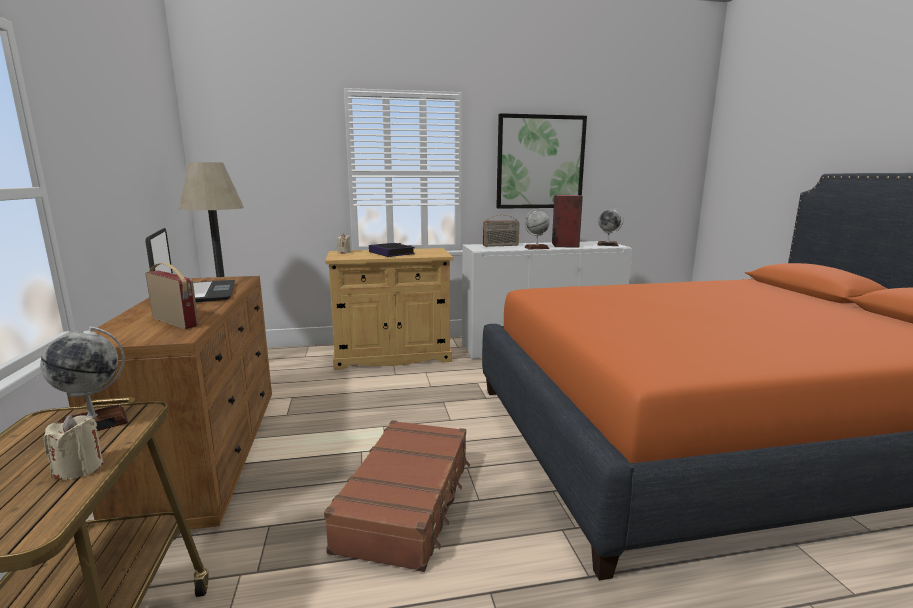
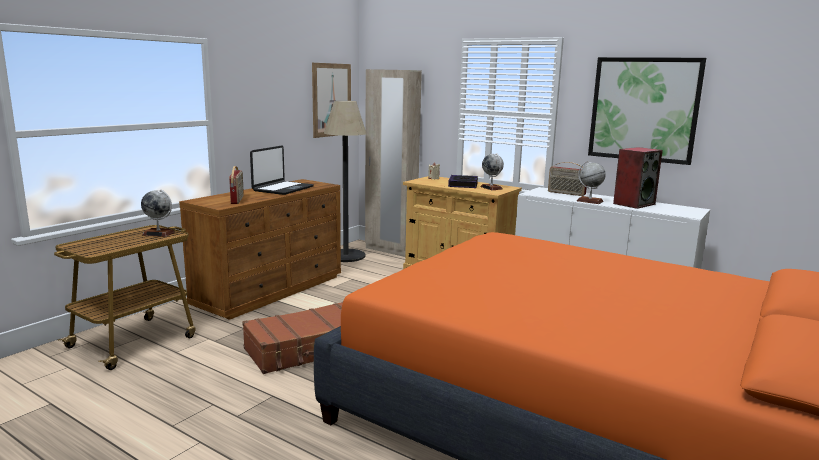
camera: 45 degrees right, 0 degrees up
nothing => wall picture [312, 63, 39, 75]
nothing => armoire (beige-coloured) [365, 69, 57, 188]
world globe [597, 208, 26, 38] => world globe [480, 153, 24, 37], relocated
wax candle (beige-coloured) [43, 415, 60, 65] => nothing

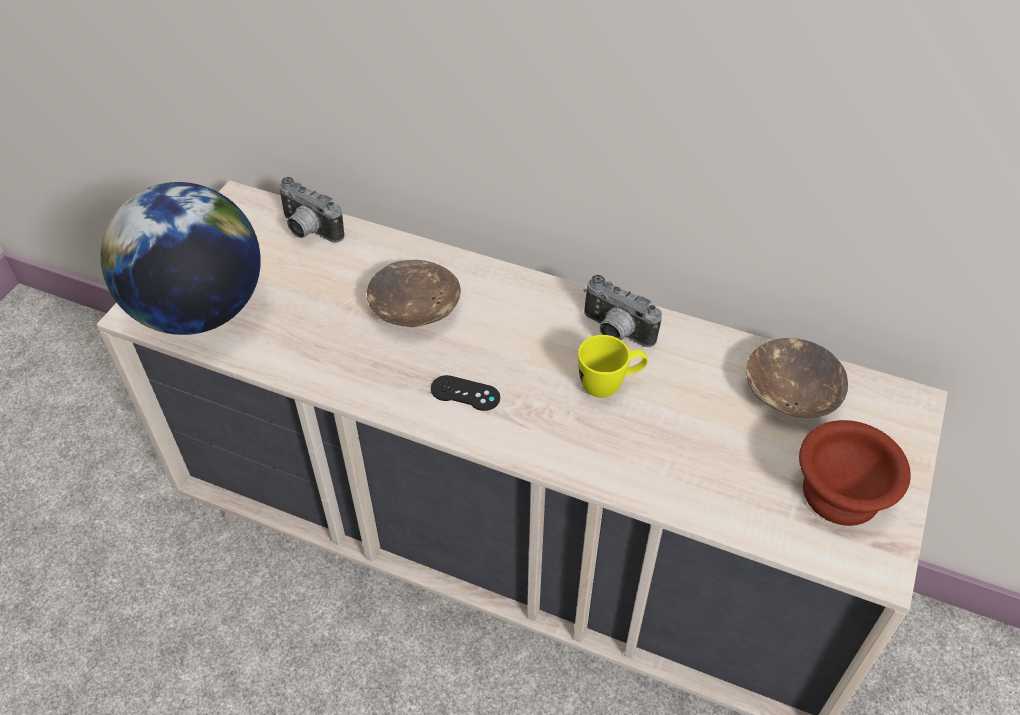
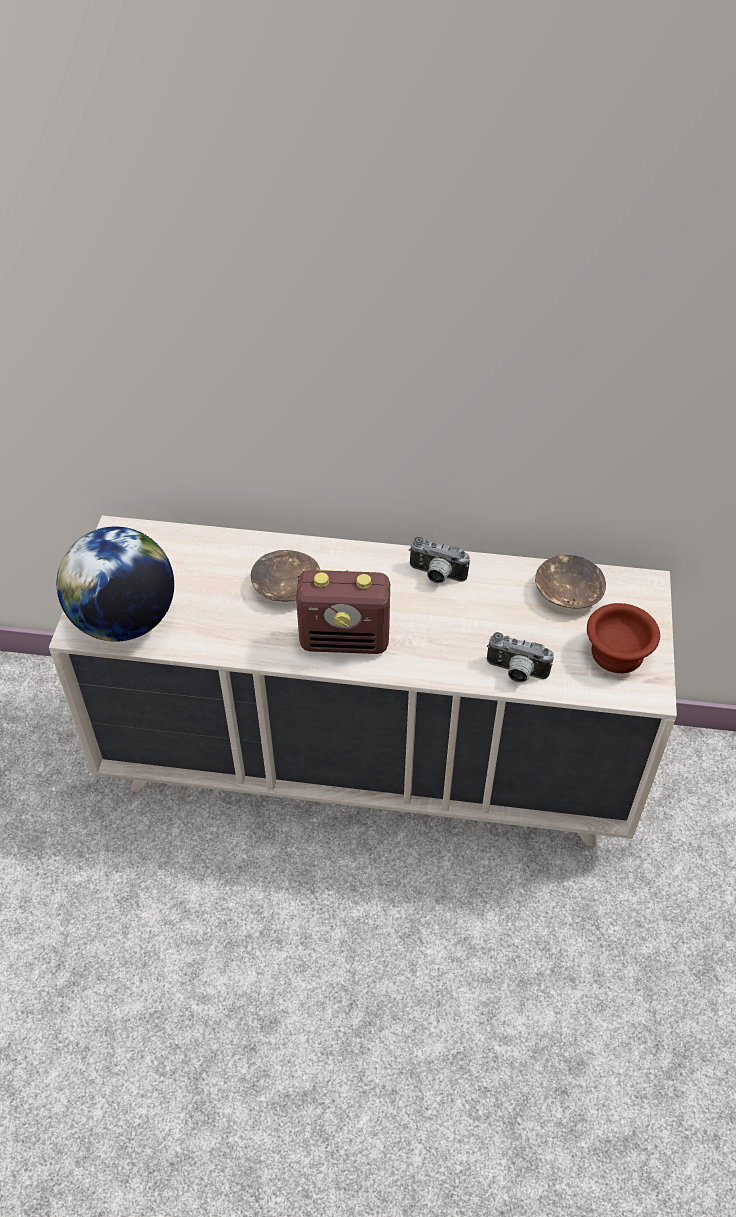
camera: 15 degrees left, 0 degrees up
gamepad (black) [431, 375, 69, 36] => radio receiver [296, 570, 94, 84]
still camera [278, 177, 66, 66] => still camera [487, 632, 67, 51], relocated
coffee mug (yellowish) [578, 335, 70, 63] => nothing

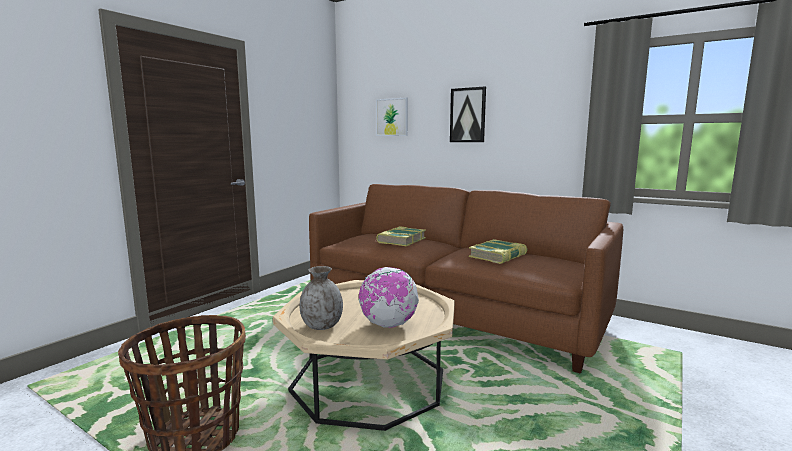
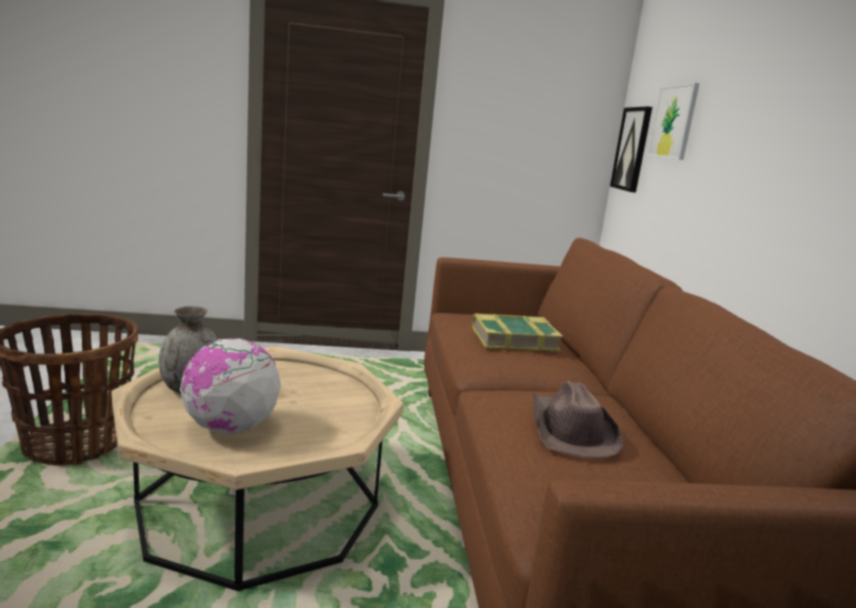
camera: 50 degrees right, 5 degrees up
volume [469, 239, 58, 25] => hat (brown-coloured) [533, 381, 90, 78]
wall picture [450, 87, 36, 55] => wall picture [610, 107, 42, 86], relocated

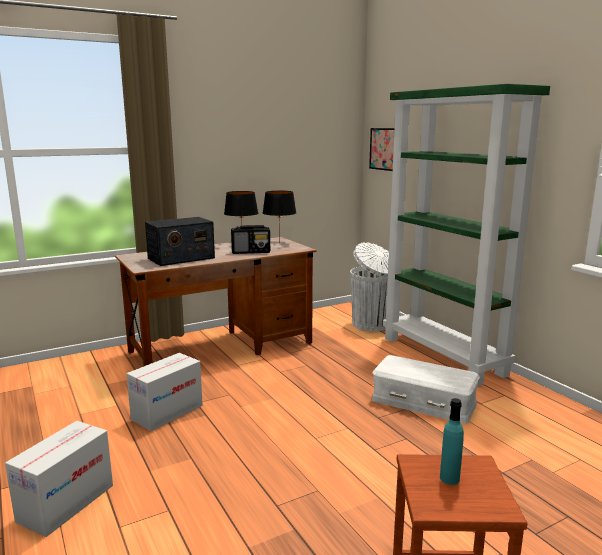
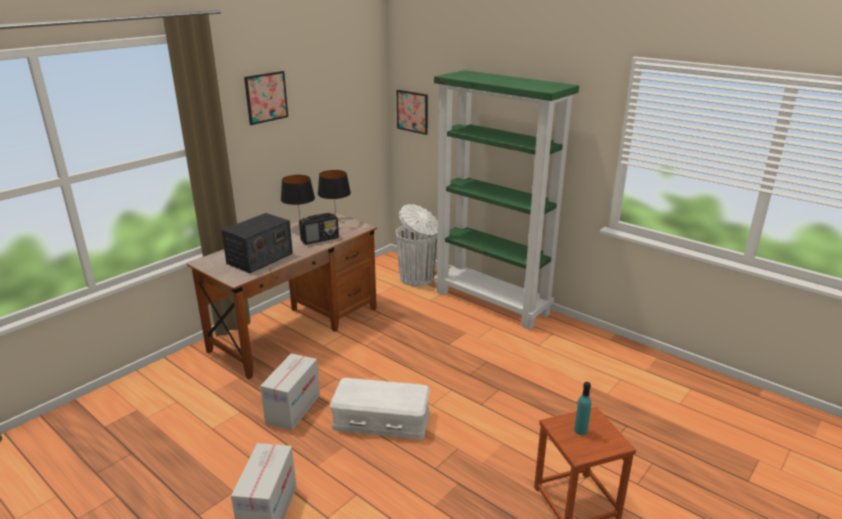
camera: 20 degrees left, 10 degrees up
nothing => wall picture [244, 71, 44, 54]
storage box (whitish) [372, 355, 108, 69] => storage box (whitish) [330, 378, 100, 61], relocated

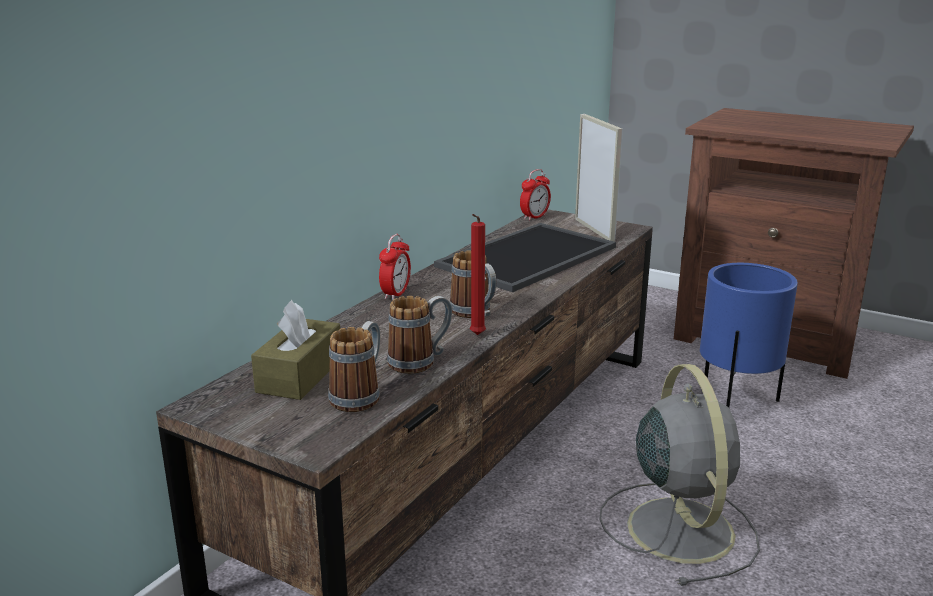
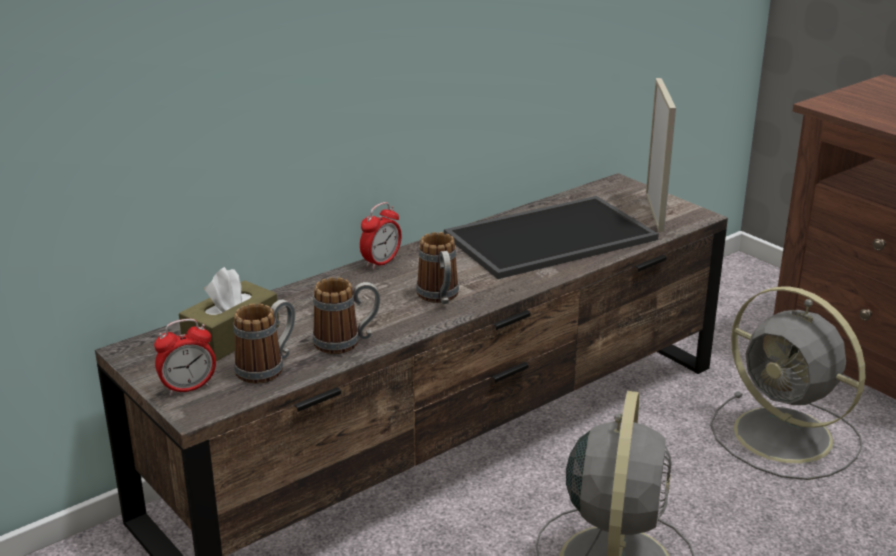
camera: 20 degrees right, 5 degrees up
table clock [520, 169, 31, 52] => table clock [154, 319, 62, 77], relocated
flower pot (blue-coloured) [700, 263, 98, 145] => cooling fan (gray) [710, 286, 155, 194]
wax candle (reddish) [470, 214, 16, 121] => nothing

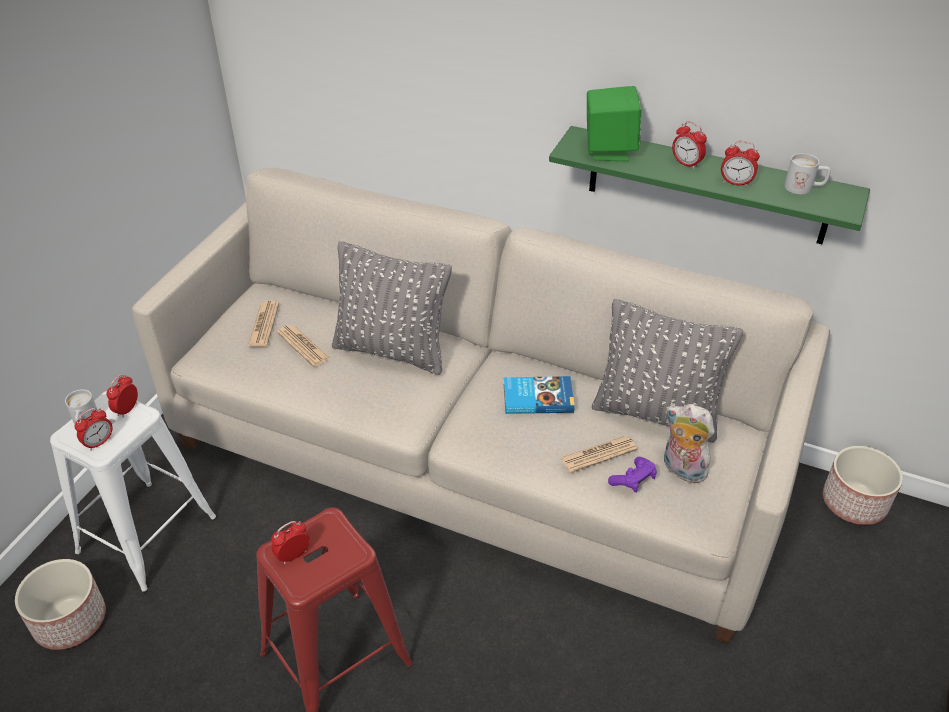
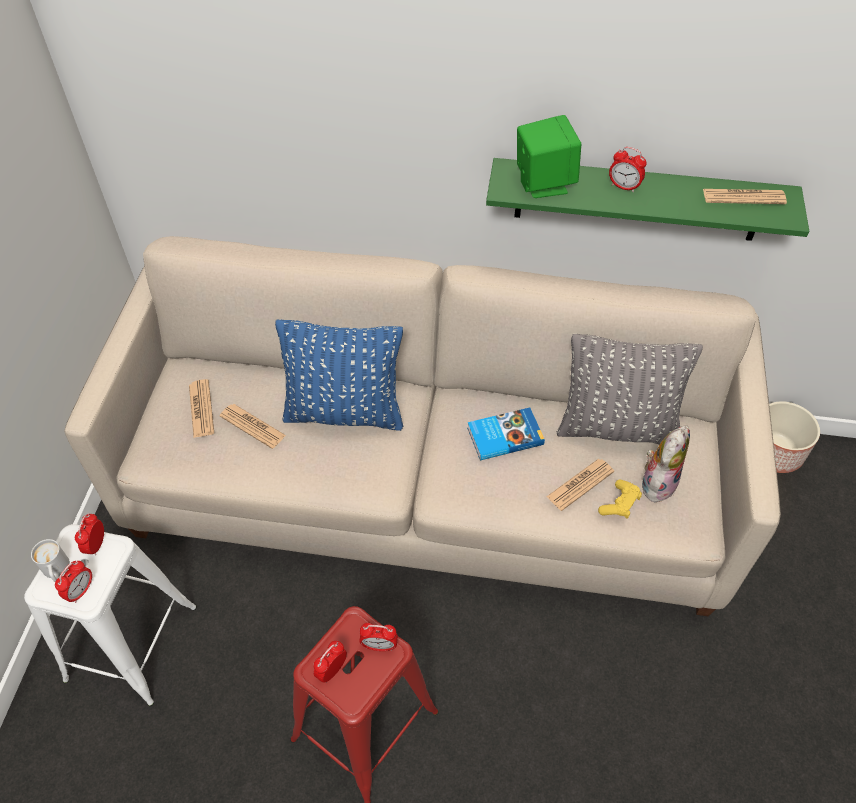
camera: 15 degrees left, 10 degrees up
cushion (gray) [332, 241, 120, 134] => cushion (blue-coloured) [275, 319, 128, 112]
table clock [721, 141, 39, 46] => table clock [359, 623, 39, 28], relocated
gamepad (purple) [608, 457, 49, 36] => gamepad (yellowish) [598, 480, 44, 39]
cuddly toy [664, 404, 51, 79] => cuddly toy [642, 425, 48, 77], 105 degrees clockwise
coffee mug (whitish) [784, 153, 47, 42] => printed paper [703, 189, 84, 15]
flower pot [15, 559, 91, 91] => nothing

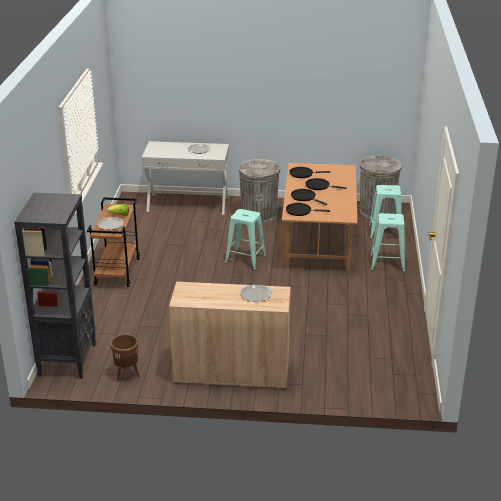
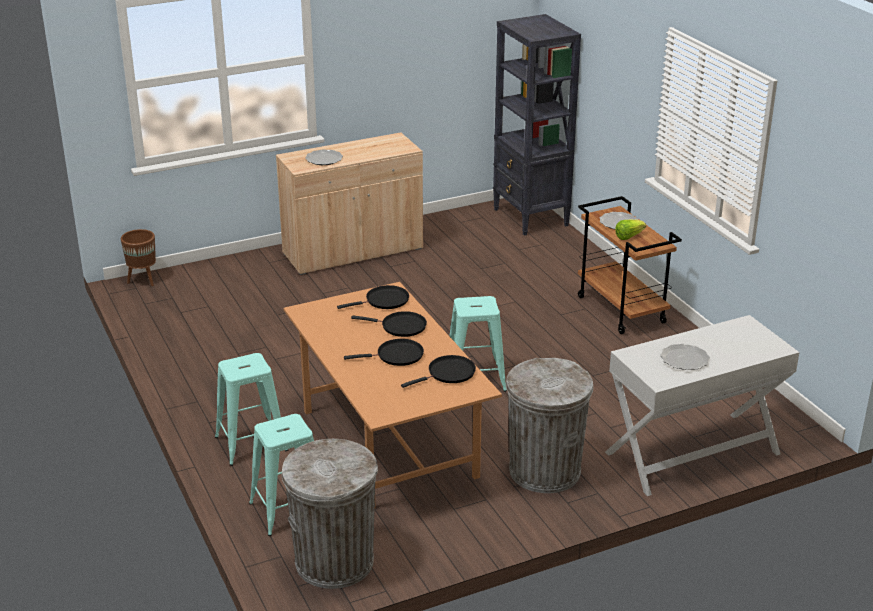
camera: 150 degrees right, 0 degrees up
flower pot (brown-coloured) [110, 334, 30, 48] => flower pot (brown-coloured) [121, 229, 35, 57], relocated

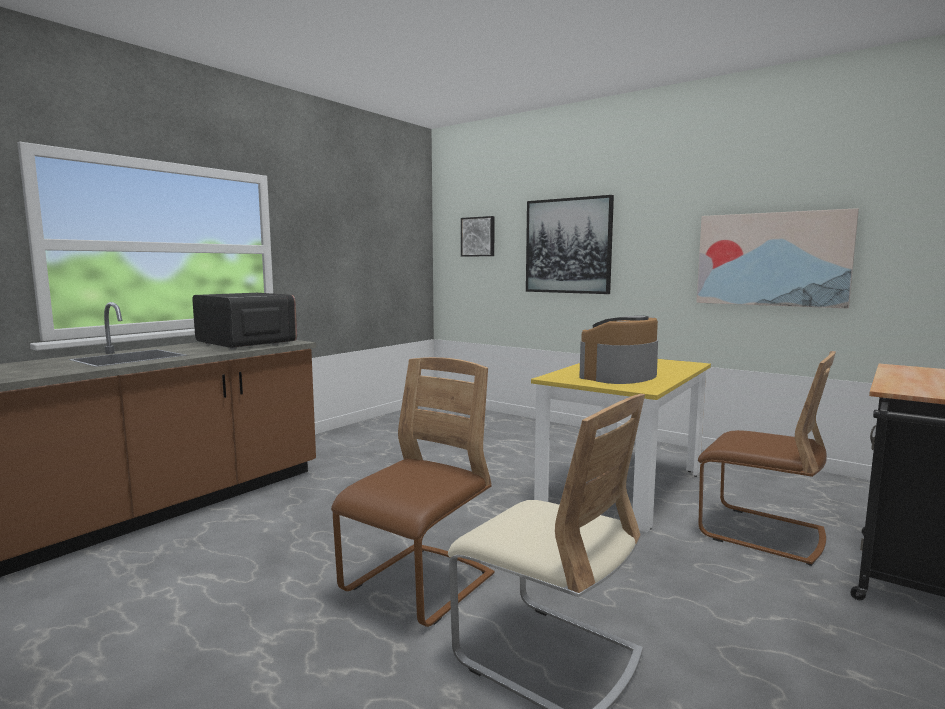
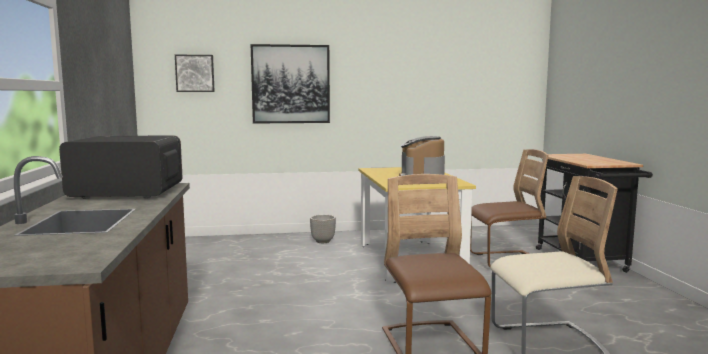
camera: 45 degrees left, 0 degrees up
nothing => flower pot [310, 215, 26, 28]
wall picture [696, 208, 163, 100] => nothing

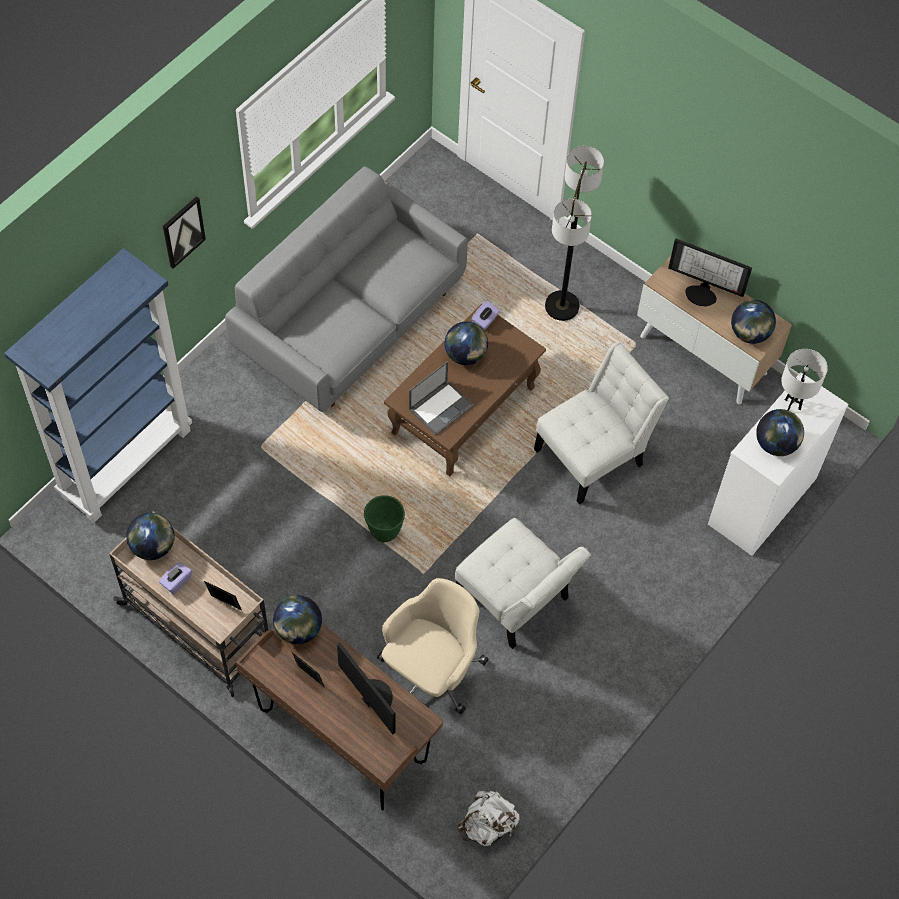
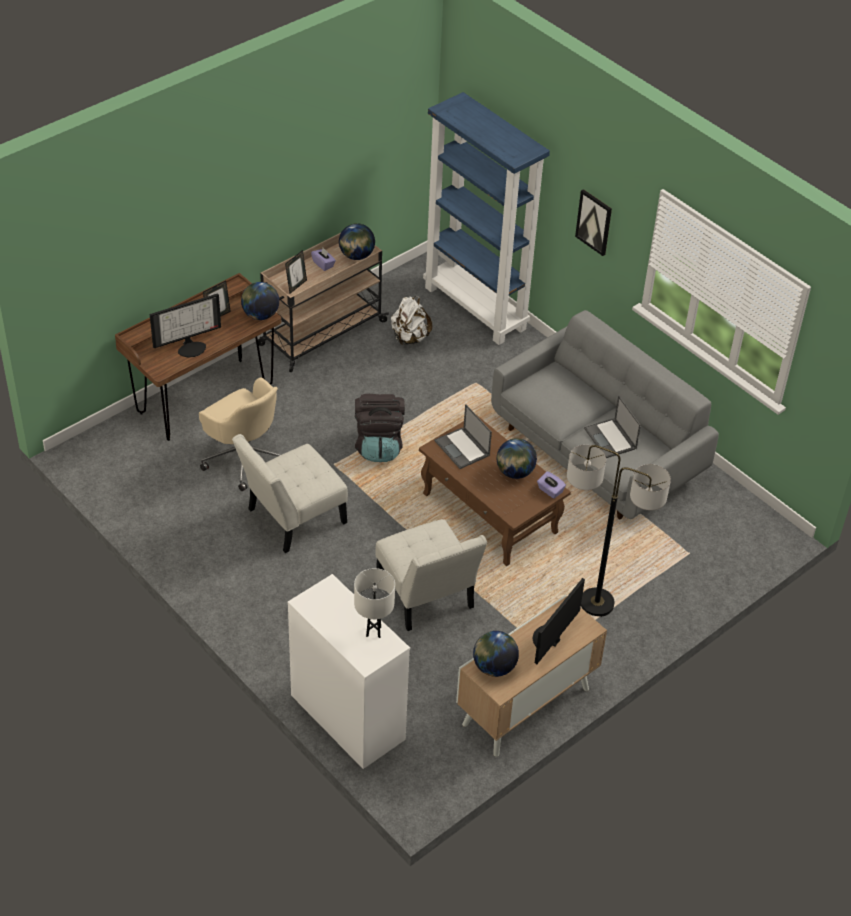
camera: 100 degrees right, 15 degrees down
flower pot (green) [364, 496, 41, 46] => rucksack (black) [355, 394, 50, 68]
rucksack (whitish) [457, 791, 63, 55] => rucksack (whitish) [391, 296, 41, 49], relocated
nothing => laptop [584, 396, 57, 62]
world globe [756, 409, 48, 47] => nothing

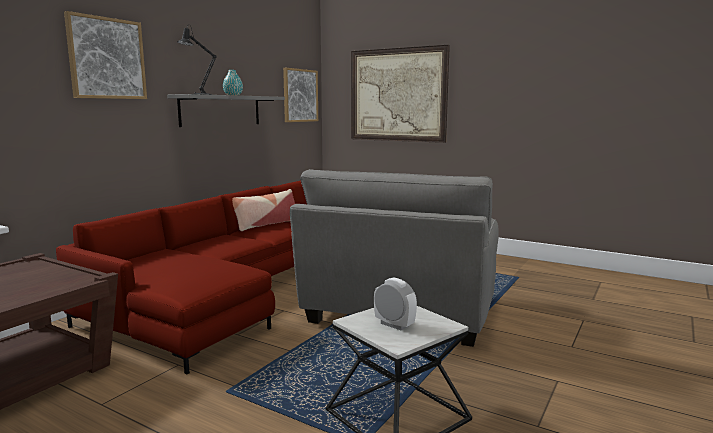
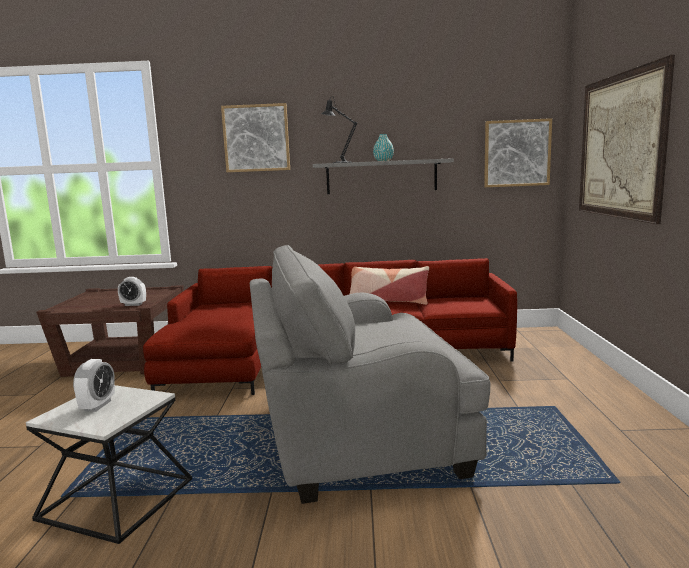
camera: 60 degrees right, 0 degrees up
nothing => table clock [118, 277, 28, 29]

